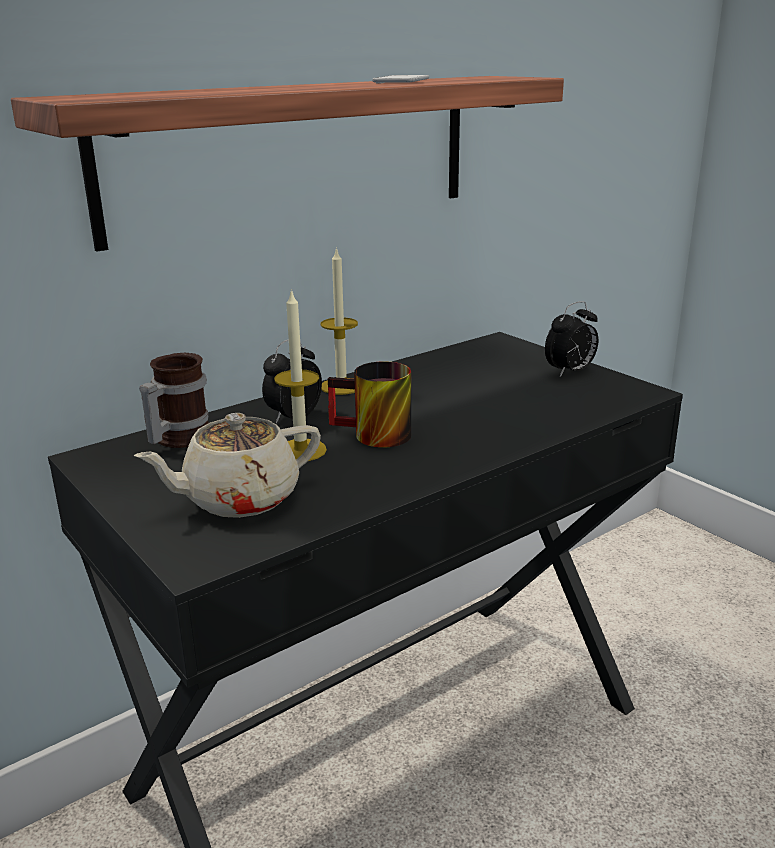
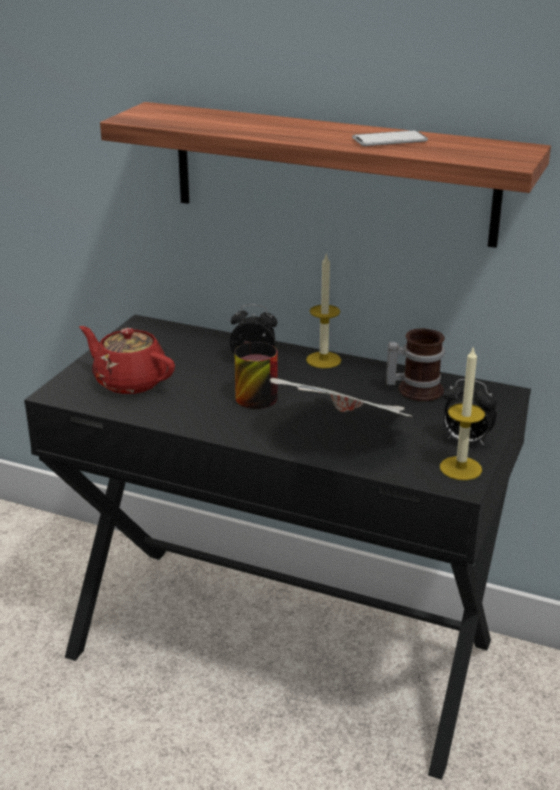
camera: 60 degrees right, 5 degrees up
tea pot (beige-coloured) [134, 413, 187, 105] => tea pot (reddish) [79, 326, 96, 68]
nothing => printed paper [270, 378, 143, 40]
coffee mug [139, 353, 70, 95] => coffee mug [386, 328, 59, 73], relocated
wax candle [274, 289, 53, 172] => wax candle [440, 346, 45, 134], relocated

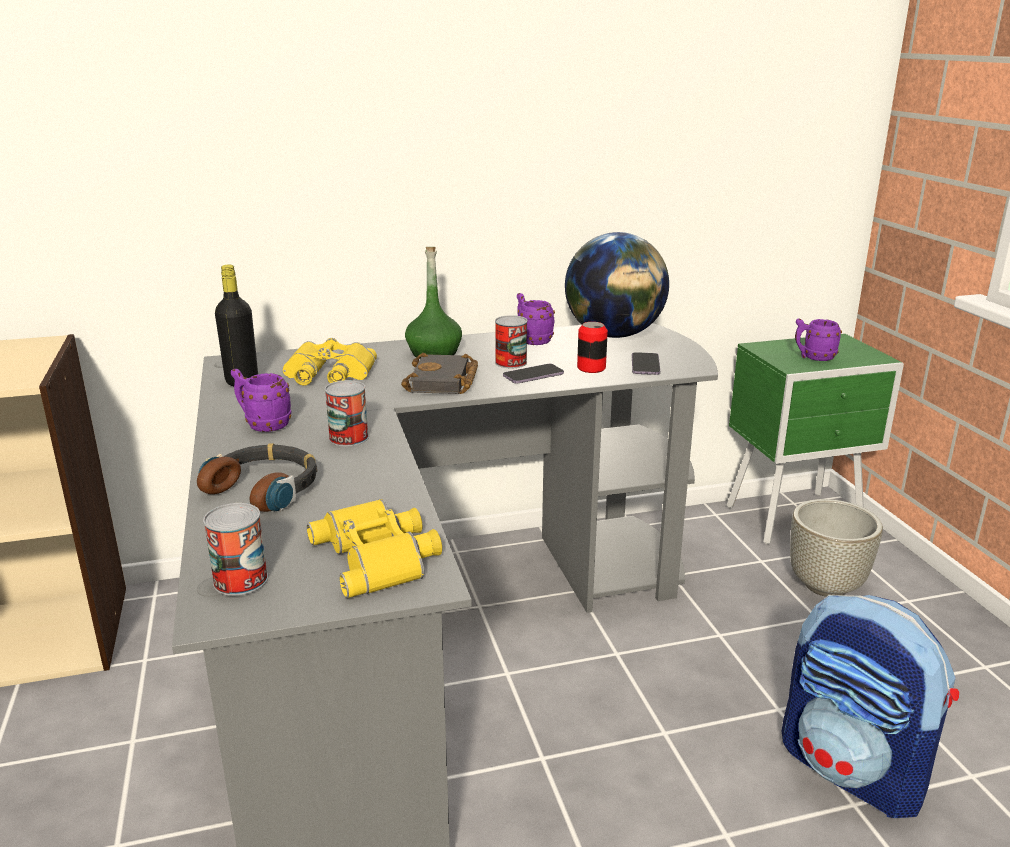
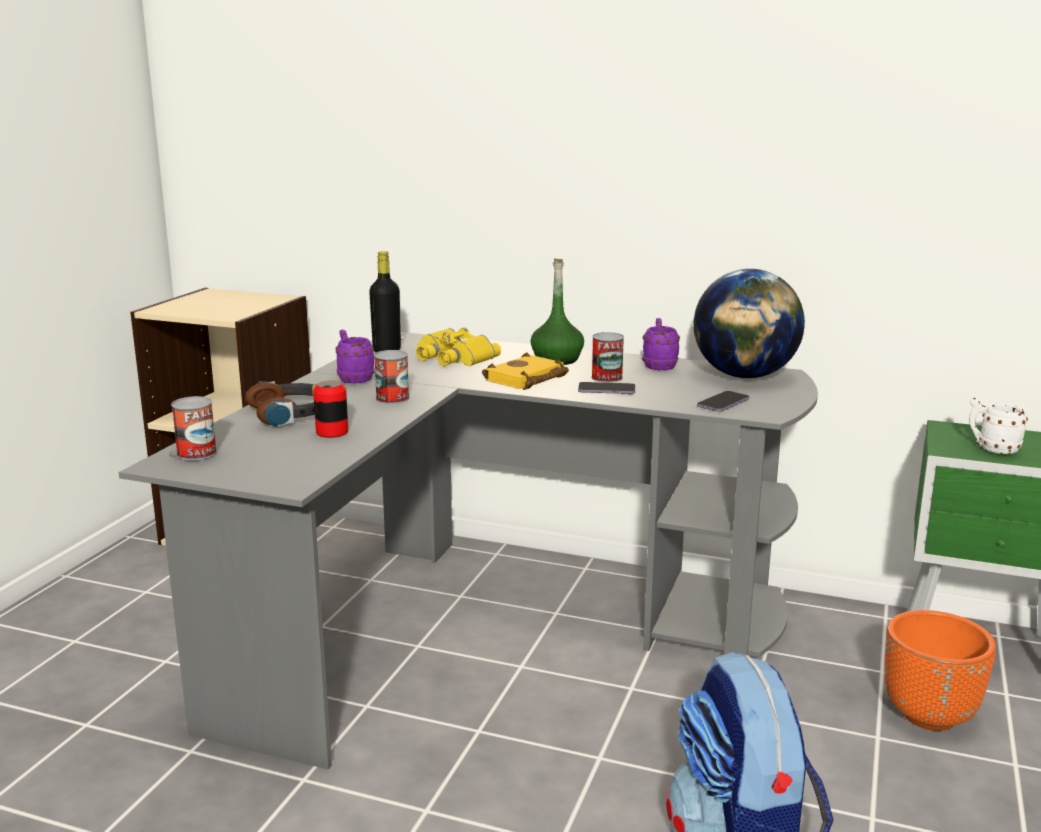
camera: 35 degrees right, 5 degrees down
can [577, 322, 31, 51] => can [313, 381, 35, 57], relocated
volume (black) [401, 353, 77, 41] => volume (yellowish) [482, 353, 87, 37]
flower pot (gray) [790, 499, 93, 98] => flower pot (orange) [885, 610, 111, 121]
coffee mug (purple) [795, 319, 47, 42] => coffee mug (whitish) [969, 397, 59, 57]
pair of binoculars (yellowish) [307, 499, 135, 99] => nothing

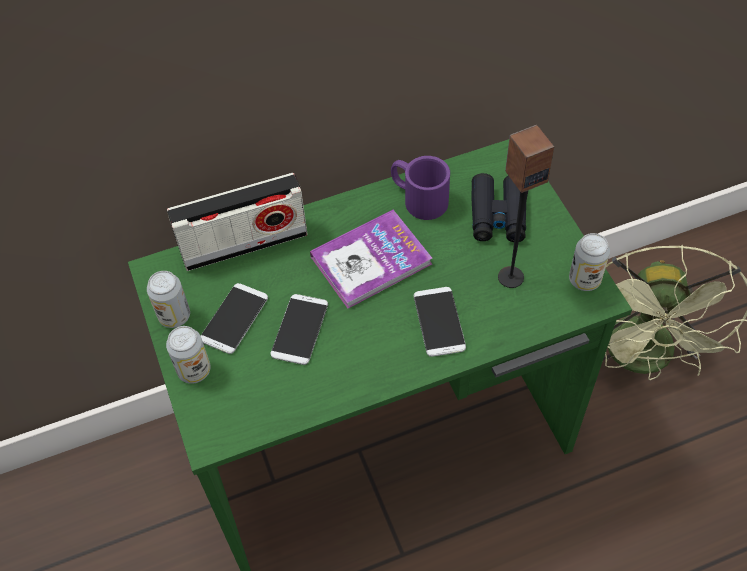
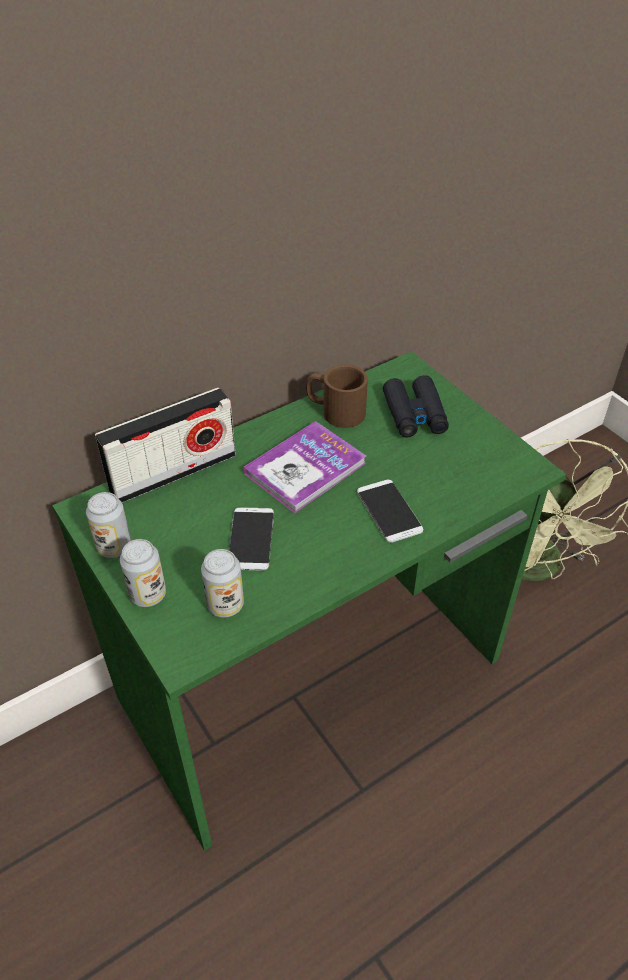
camera: 15 degrees left, 10 degrees down
can [569, 233, 41, 58] => can [201, 549, 43, 68], relocated
coffee mug (purple) [391, 156, 59, 64] => coffee mug (brown-coloured) [306, 364, 62, 64]
phone [201, 283, 67, 71] => nothing
loudspeaker [498, 125, 56, 163] => nothing

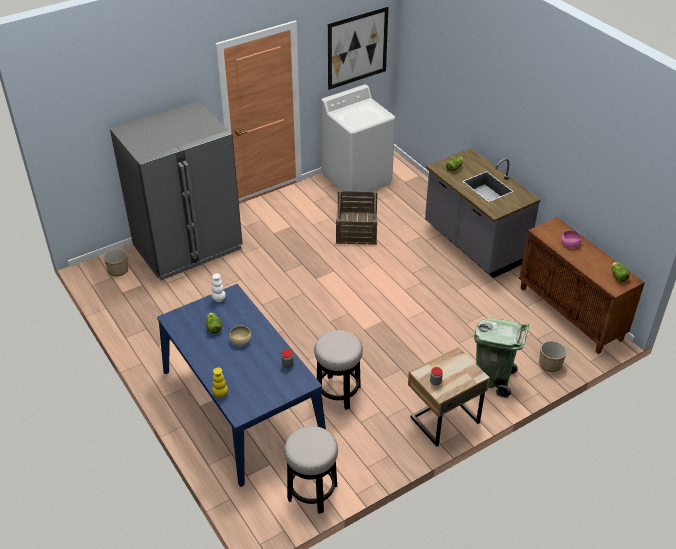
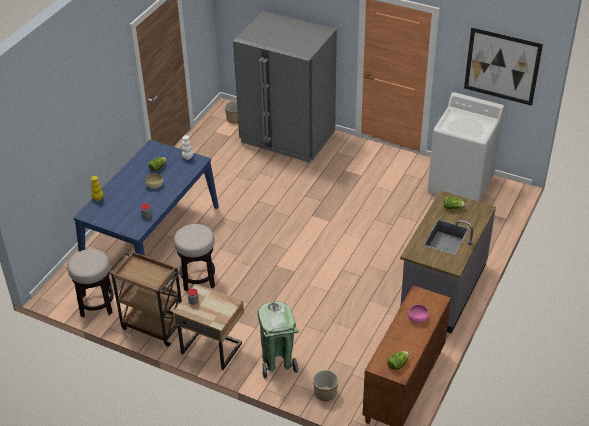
camera: 60 degrees right, 0 degrees up
nothing => wheeled cart (brown-coloured) [108, 251, 74, 96]
shipping crate [336, 190, 42, 55] => nothing

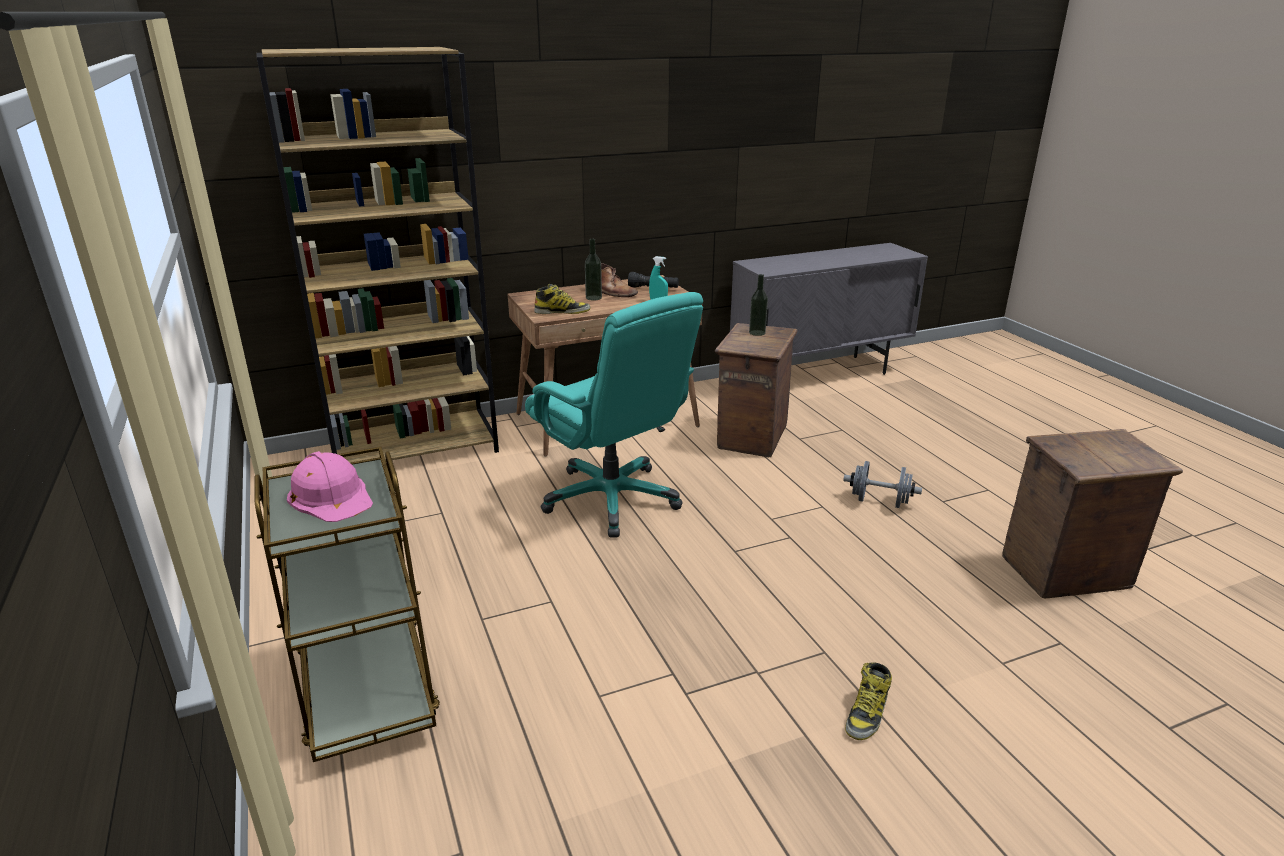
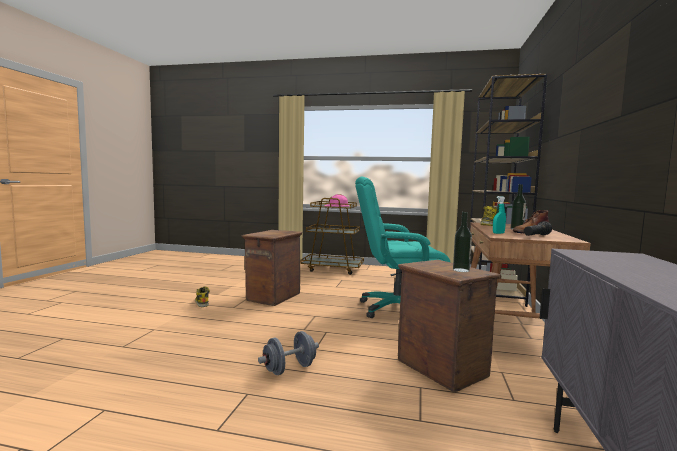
camera: 125 degrees right, 20 degrees down
shipping crate [1002, 429, 181, 169] => shipping crate [242, 230, 60, 76], relocated

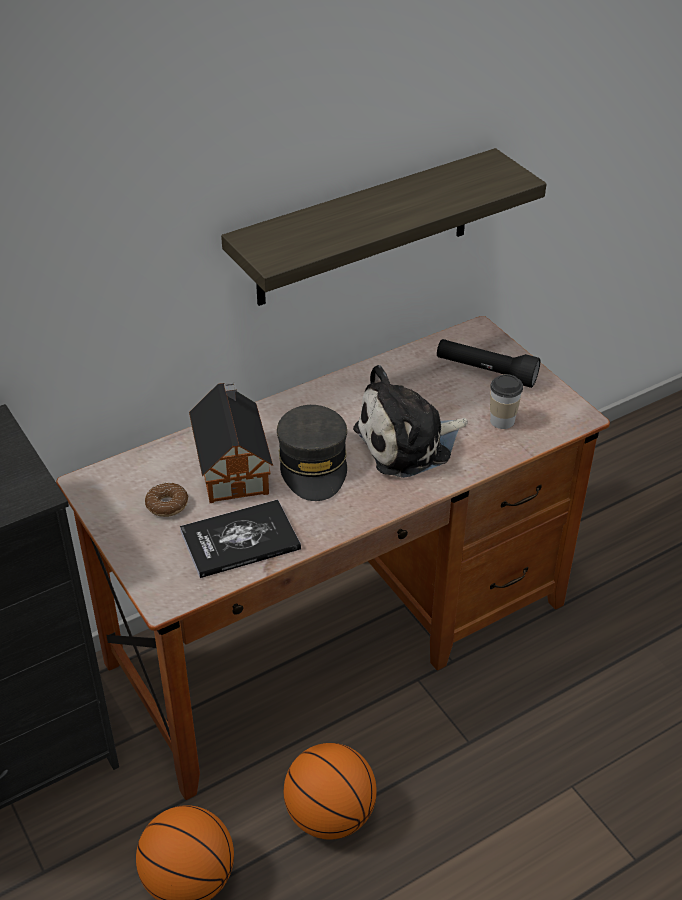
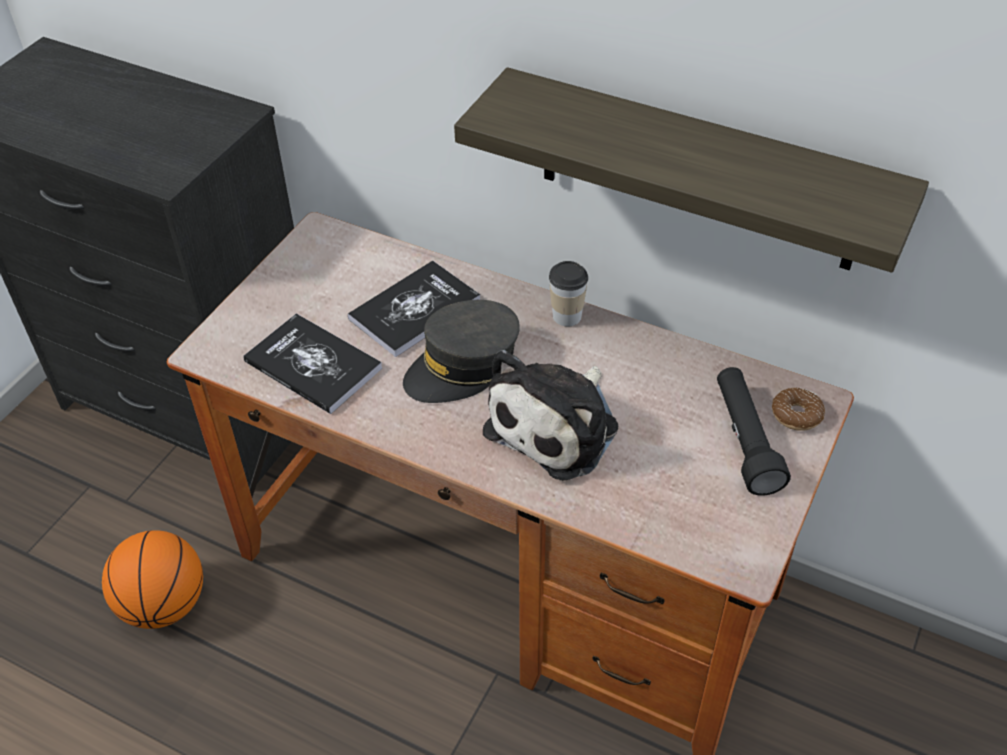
camera: 60 degrees right, 5 degrees up
miniature house [189, 383, 84, 120] => volume [348, 261, 132, 96]
cuddly toy [353, 365, 115, 113] => cuddly toy [483, 350, 135, 131], 90 degrees counterclockwise
drinking cup [490, 374, 33, 55] => drinking cup [549, 261, 39, 65], relocated
donut [145, 483, 43, 34] => donut [772, 387, 53, 44], relocated
ball for basketball [284, 743, 93, 97] => nothing

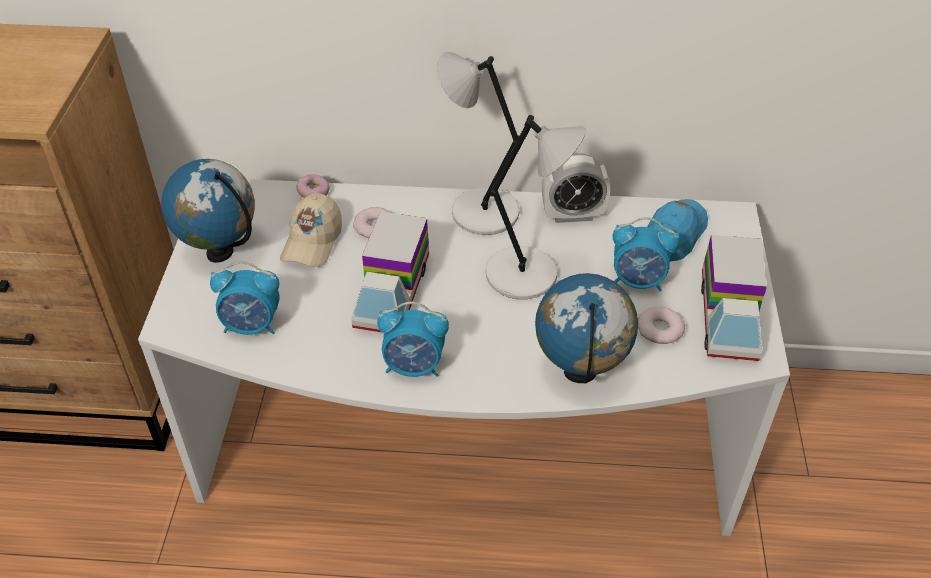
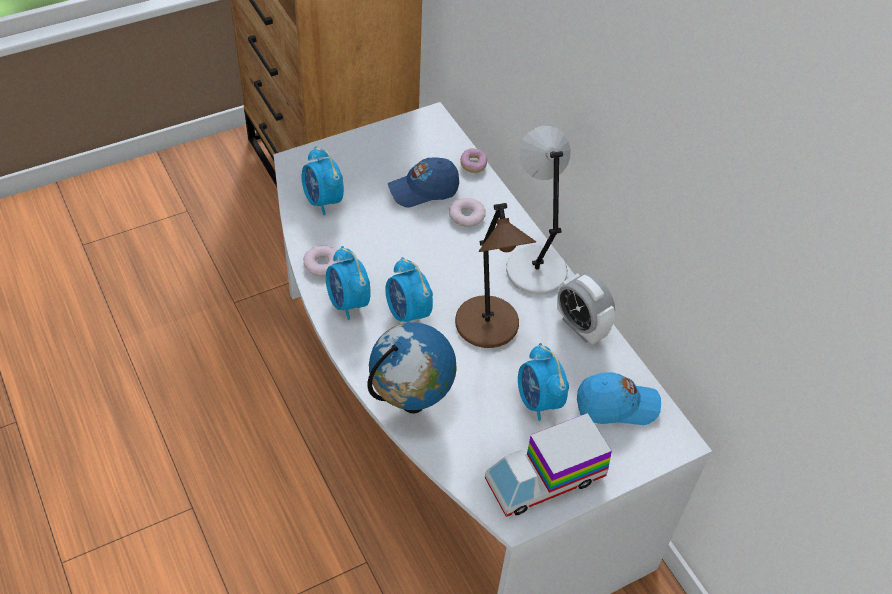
camera: 55 degrees right, 5 degrees up
donut [638, 307, 47, 37] => donut [303, 245, 39, 31], relocated
nothing => table clock [385, 257, 48, 66]
baseball cap (beige-coloured) [280, 193, 62, 74] => baseball cap (blue-coloured) [388, 157, 71, 51]
lamp for a table (gray) [486, 115, 100, 184] => lamp for a table (brown-coloured) [455, 203, 81, 145]
world globe [161, 159, 94, 104] => nothing
toy truck [352, 212, 77, 120] => nothing

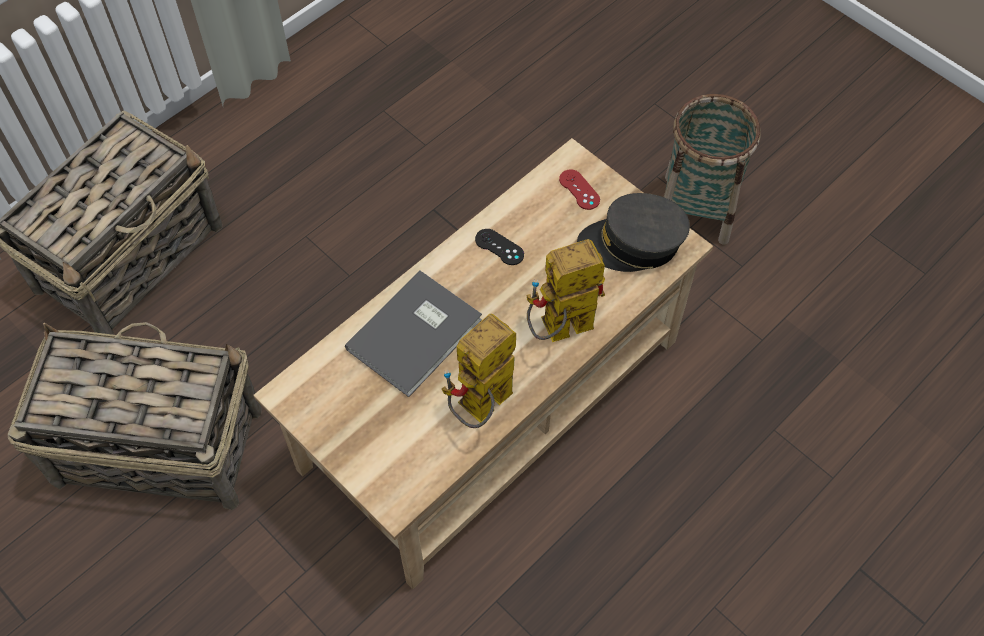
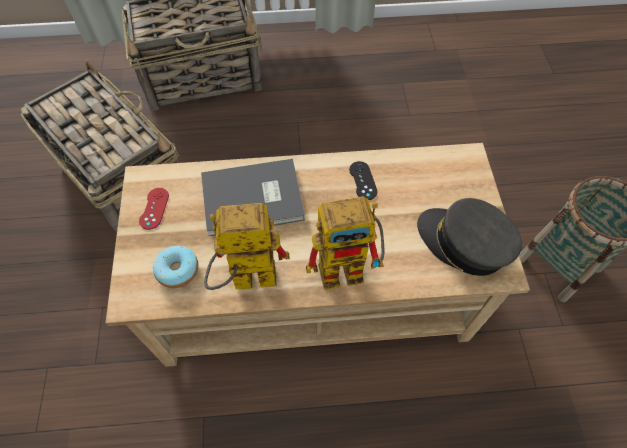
camera: 40 degrees right, 0 degrees up
gamepad (reddish) [559, 169, 41, 41] => gamepad (reddish) [139, 188, 30, 42], relocated
nothing => donut [153, 246, 45, 42]
robot figure [527, 239, 78, 103] => robot figure [306, 196, 79, 94], 150 degrees clockwise

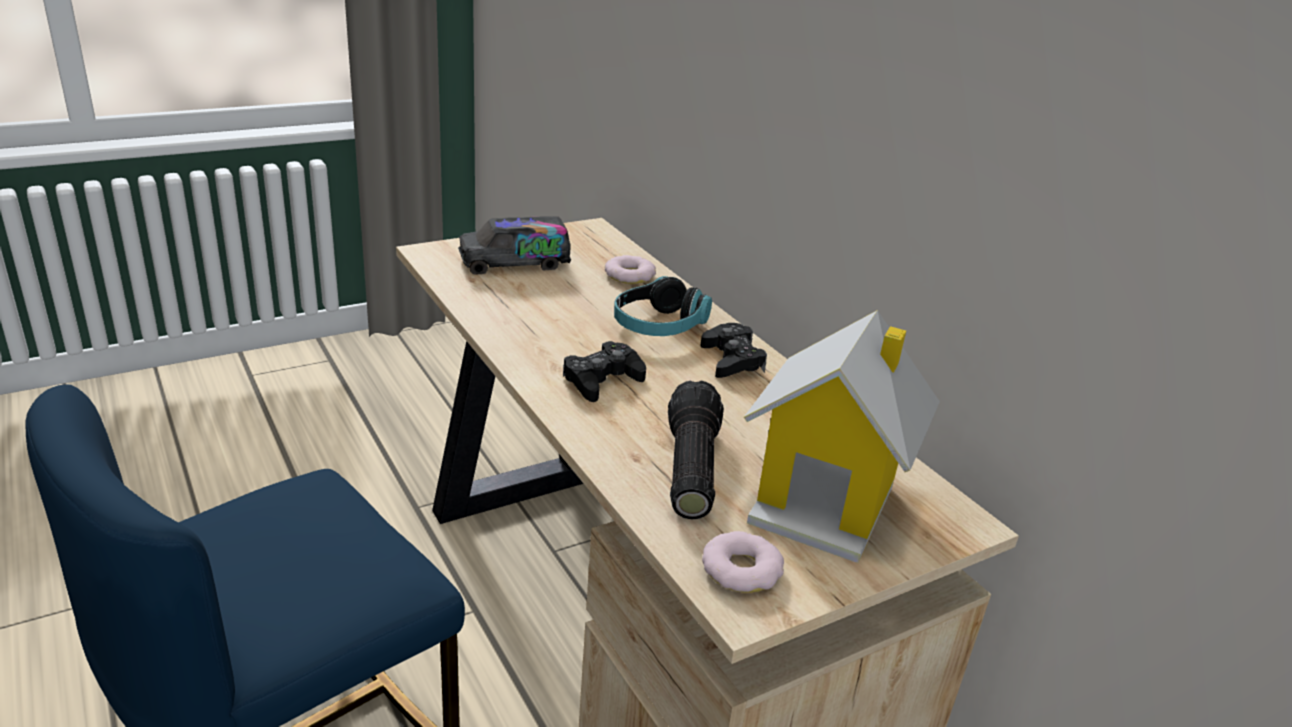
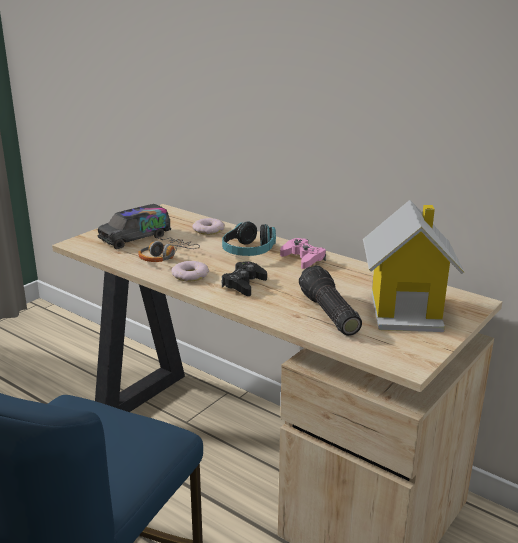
camera: 20 degrees left, 5 degrees down
nothing => pair of headphones [138, 238, 62, 24]
donut [702, 531, 82, 62] => donut [171, 261, 38, 21], relocated
gamepad (black) [700, 323, 67, 55] => gamepad (pinkish) [280, 238, 46, 31]

